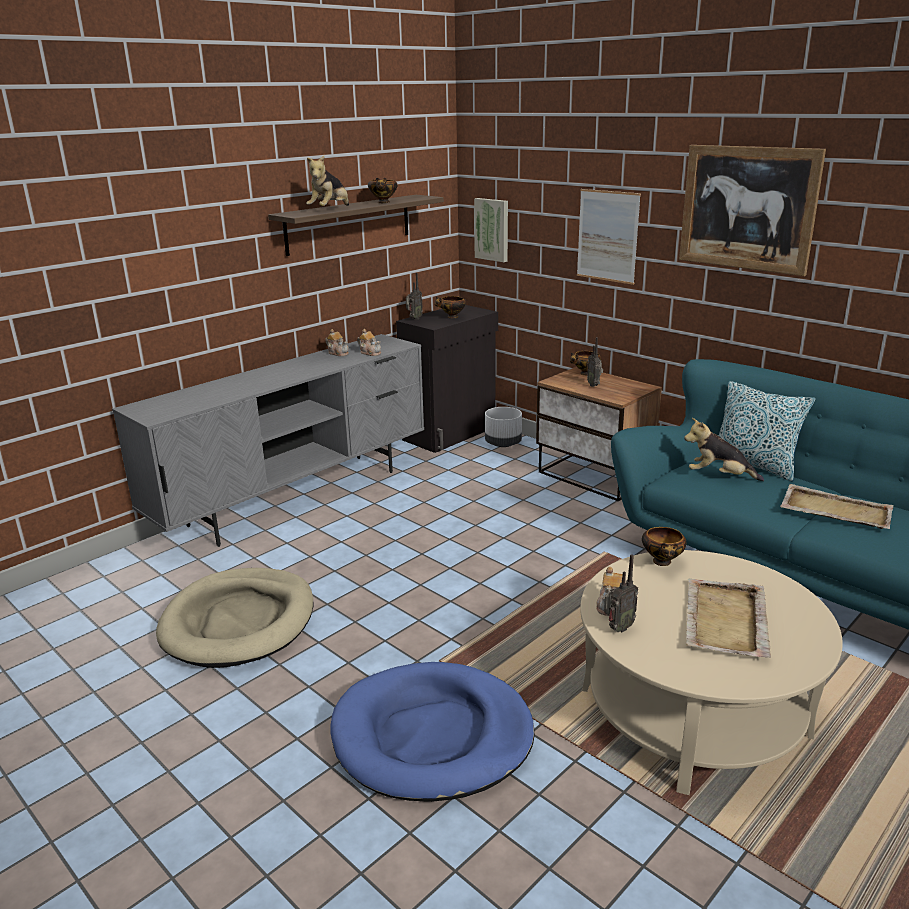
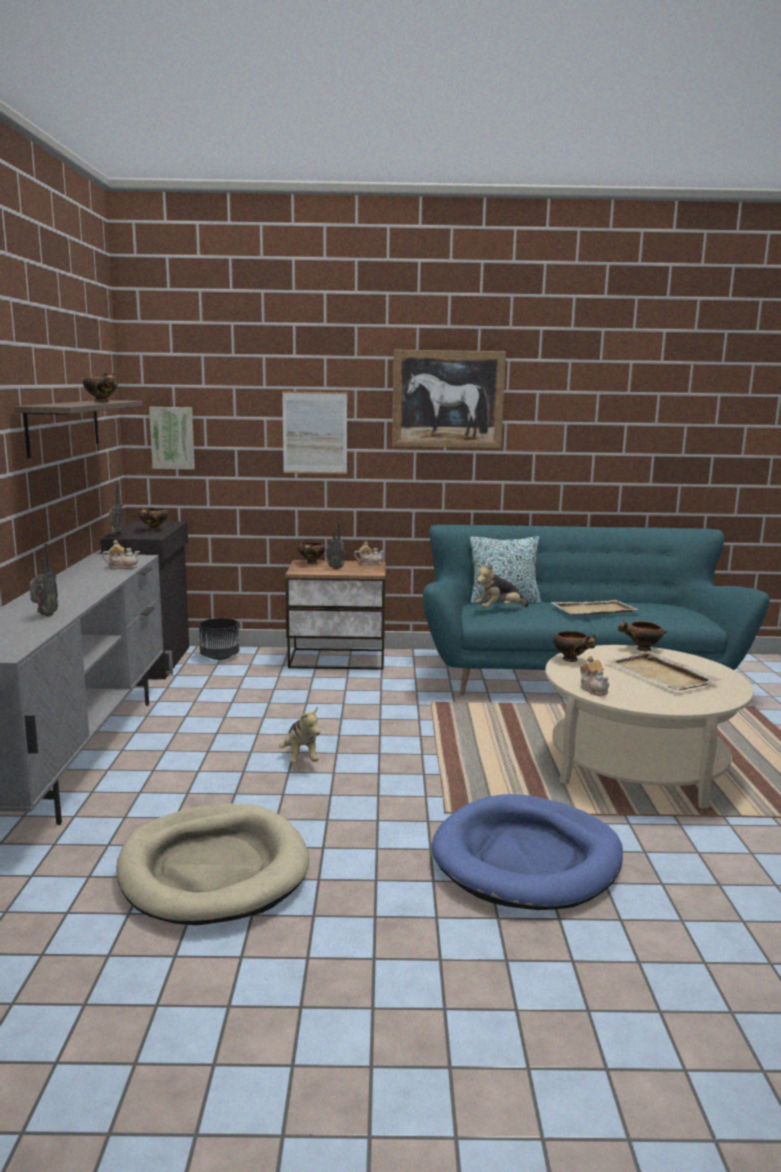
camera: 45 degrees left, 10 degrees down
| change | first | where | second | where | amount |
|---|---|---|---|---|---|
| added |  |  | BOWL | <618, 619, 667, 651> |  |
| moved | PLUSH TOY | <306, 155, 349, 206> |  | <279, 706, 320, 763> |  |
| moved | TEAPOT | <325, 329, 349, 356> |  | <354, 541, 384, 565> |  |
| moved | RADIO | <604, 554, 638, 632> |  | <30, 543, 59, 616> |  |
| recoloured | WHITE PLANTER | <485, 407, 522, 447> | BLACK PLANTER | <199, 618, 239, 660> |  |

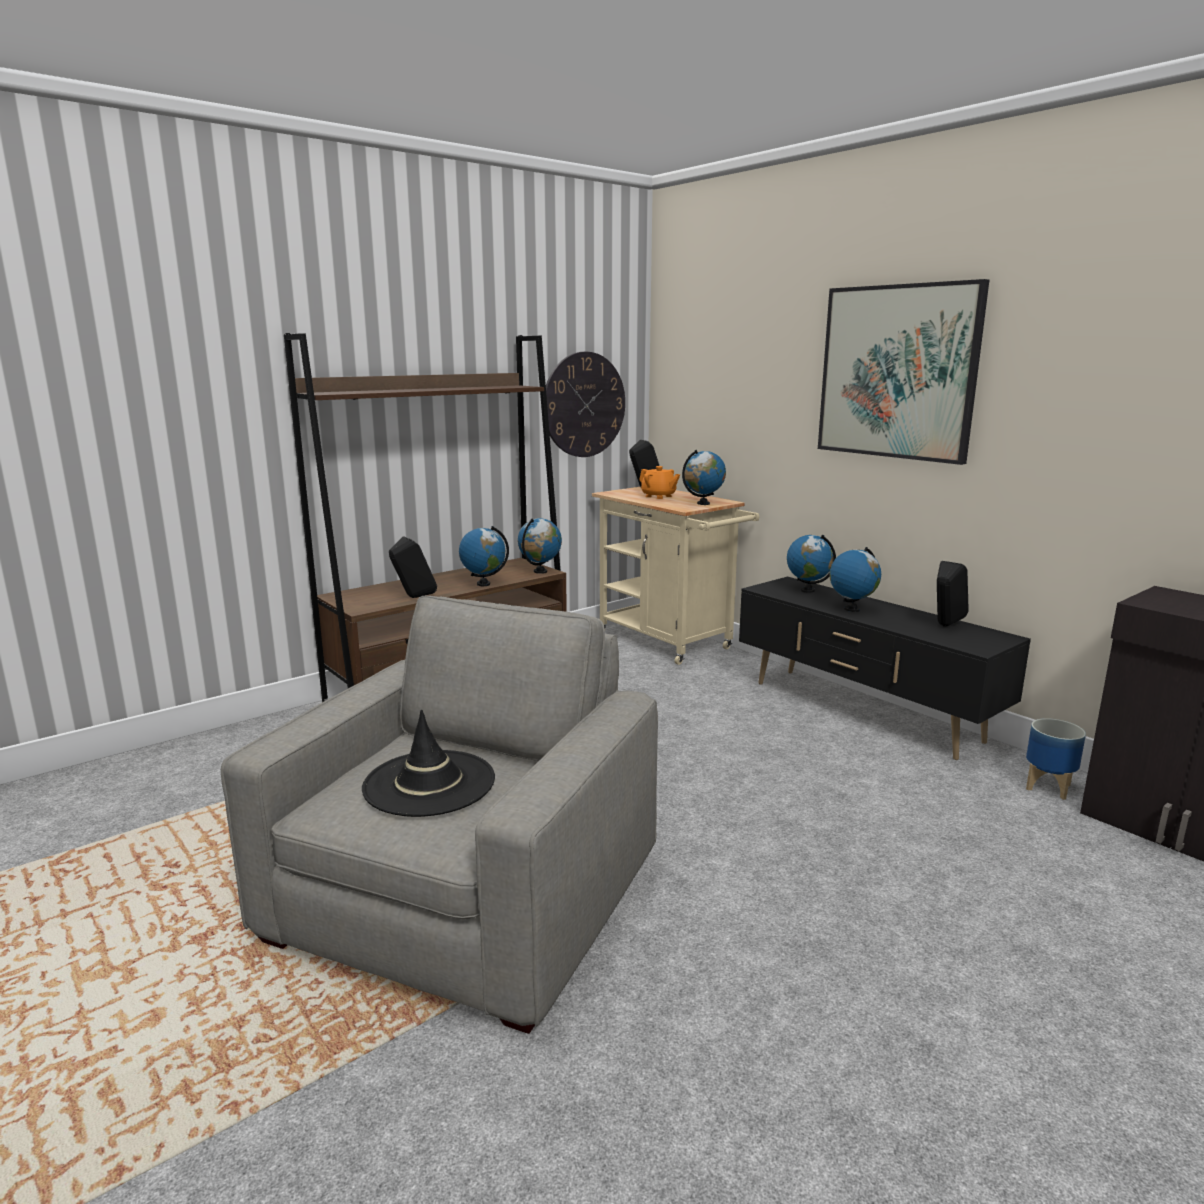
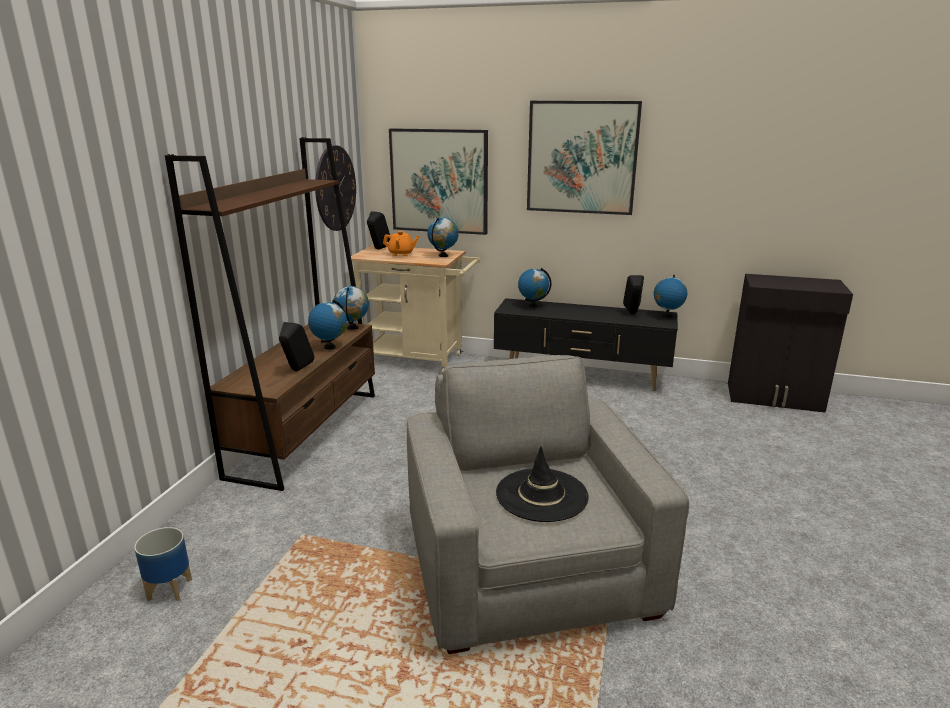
camera: 35 degrees left, 5 degrees up
| change | first | where | second | where | amount |
|---|---|---|---|---|---|
| added |  |  | PICTURE | <389, 128, 488, 235> |  |
| moved | GLOBE | <829, 547, 881, 612> |  | <654, 275, 687, 318> |  |
| moved | PLANTER | <1026, 718, 1086, 800> |  | <134, 527, 192, 601> |  |

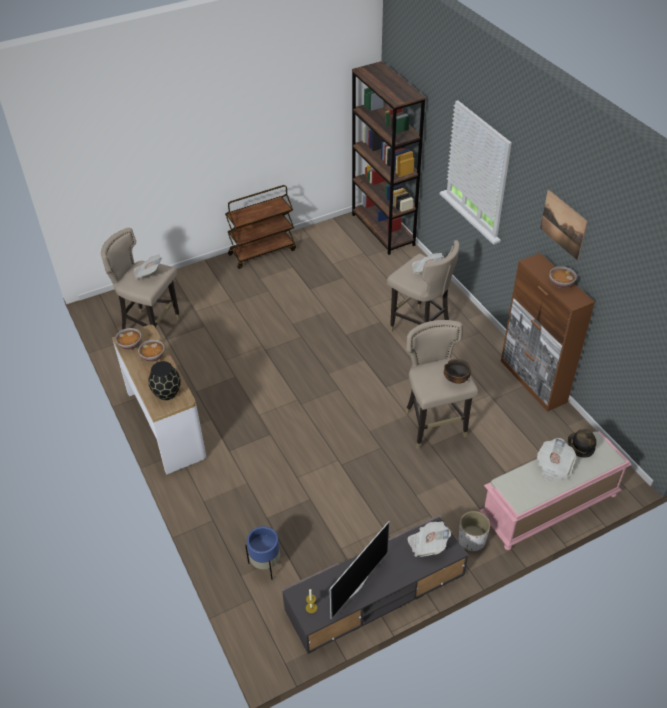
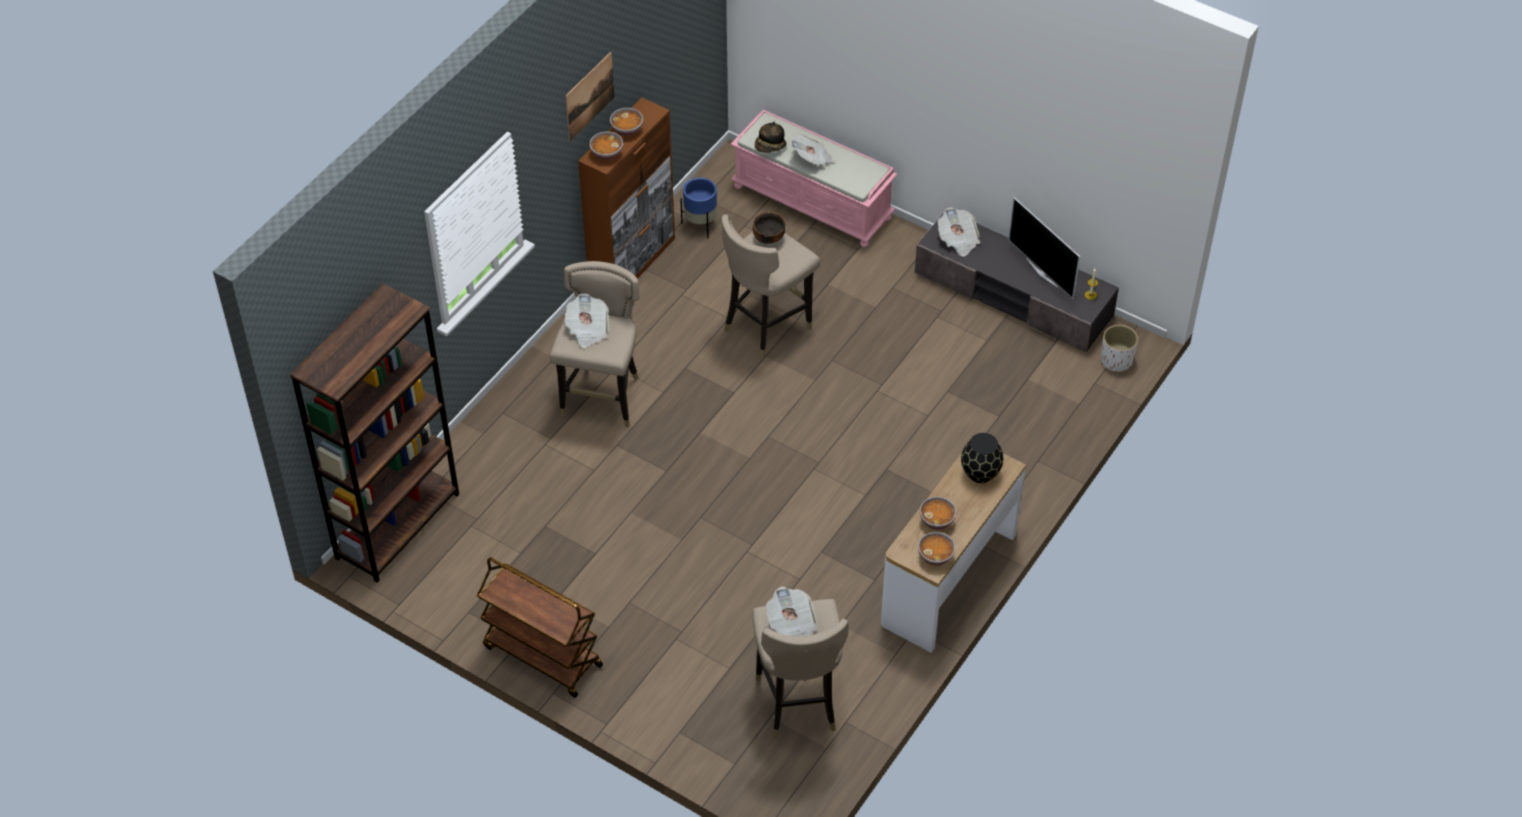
camera: 120 degrees left, 5 degrees up
| change | first | where | second | where | amount |
|---|---|---|---|---|---|
| added |  |  | BOWL | <589, 131, 623, 160> |  |
| moved | BLUE PLANTER | <245, 526, 280, 579> |  | <680, 177, 717, 238> |  |
| moved | WHITE PLANTER | <459, 511, 490, 551> |  | <1101, 325, 1138, 373> |  |
| turned | TELEVISION | <330, 521, 390, 619> |  | <1009, 197, 1080, 299> | 135 degrees counterclockwise |

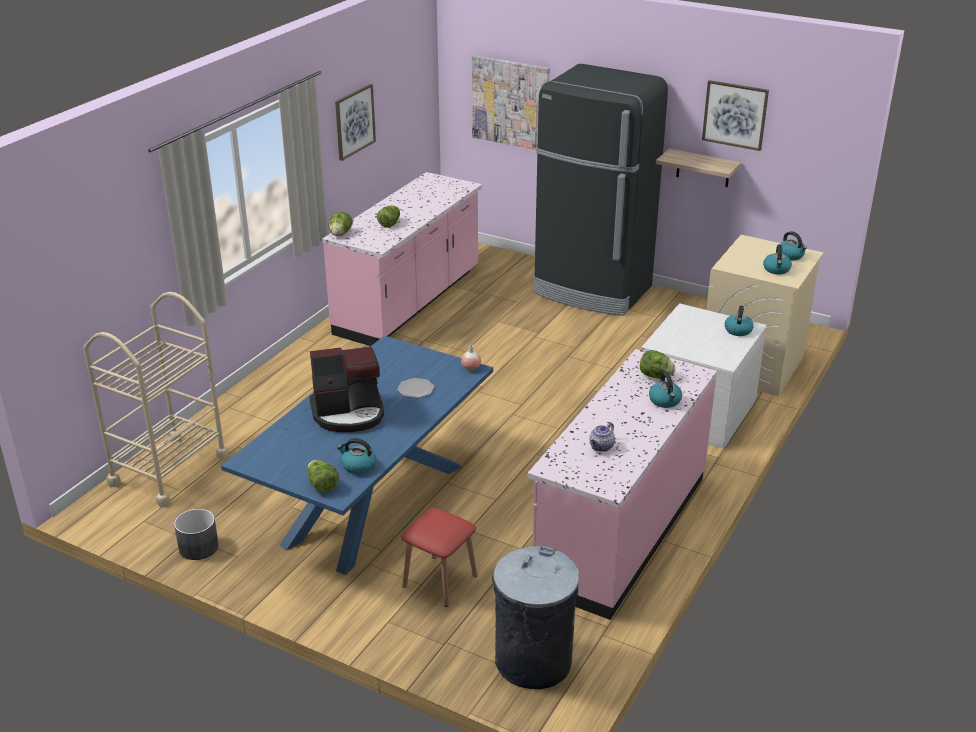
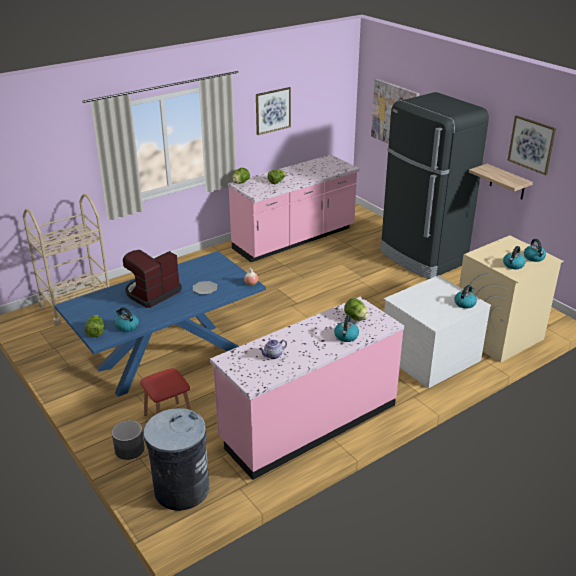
camera: 25 degrees right, 0 degrees up
| change | first | where | second | where | amount |
|---|---|---|---|---|---|
| moved | GREY PLANTER | <174, 509, 219, 560> |  | <112, 420, 145, 460> |  |
| turned | COFFEE MACHINE | <309, 346, 384, 432> |  | <123, 250, 182, 308> | 120 degrees clockwise |

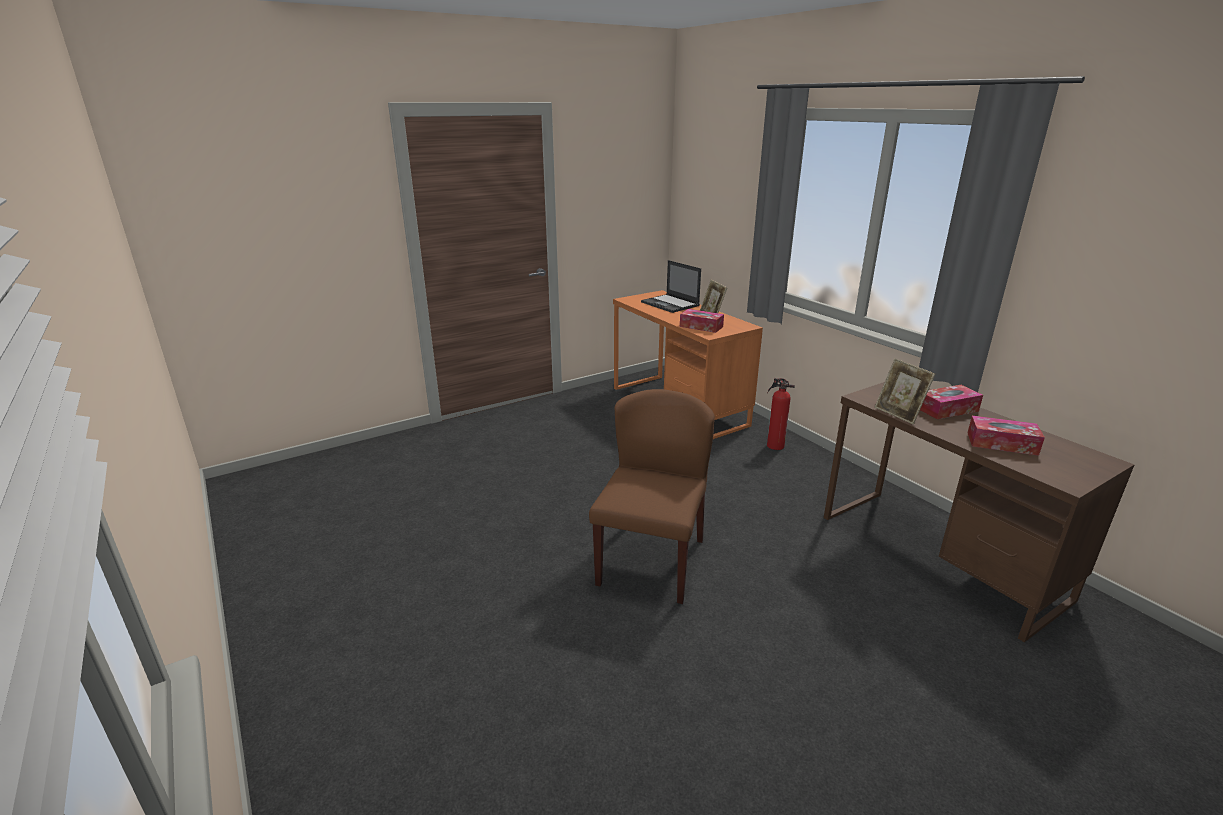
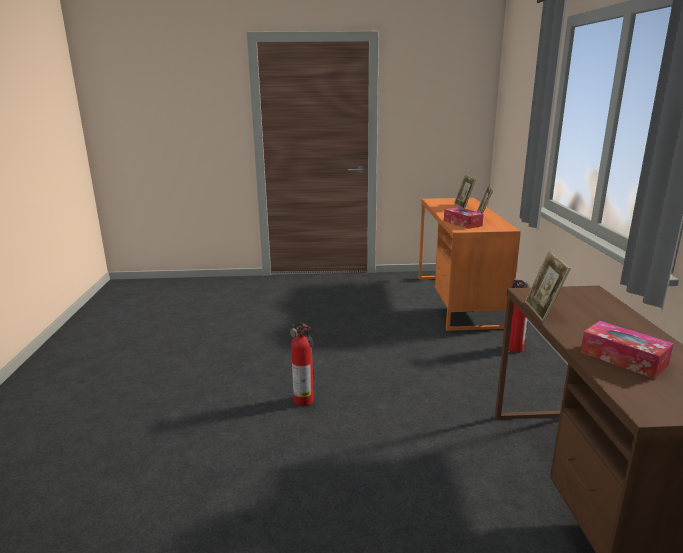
camera: 30 degrees right, 5 degrees down
| change | first | where | second | where | amount |
|---|---|---|---|---|---|
| removed | TISSUE BOX | <920, 385, 983, 419> |  |  |  |
| replaced | BROWN CHAIR | <589, 389, 715, 604> | FIRE EXTINGUISHER | <290, 322, 314, 406> |  |
| replaced | LAPTOP | <641, 260, 701, 313> | PICTURE FRAME | <454, 174, 476, 209> |  |

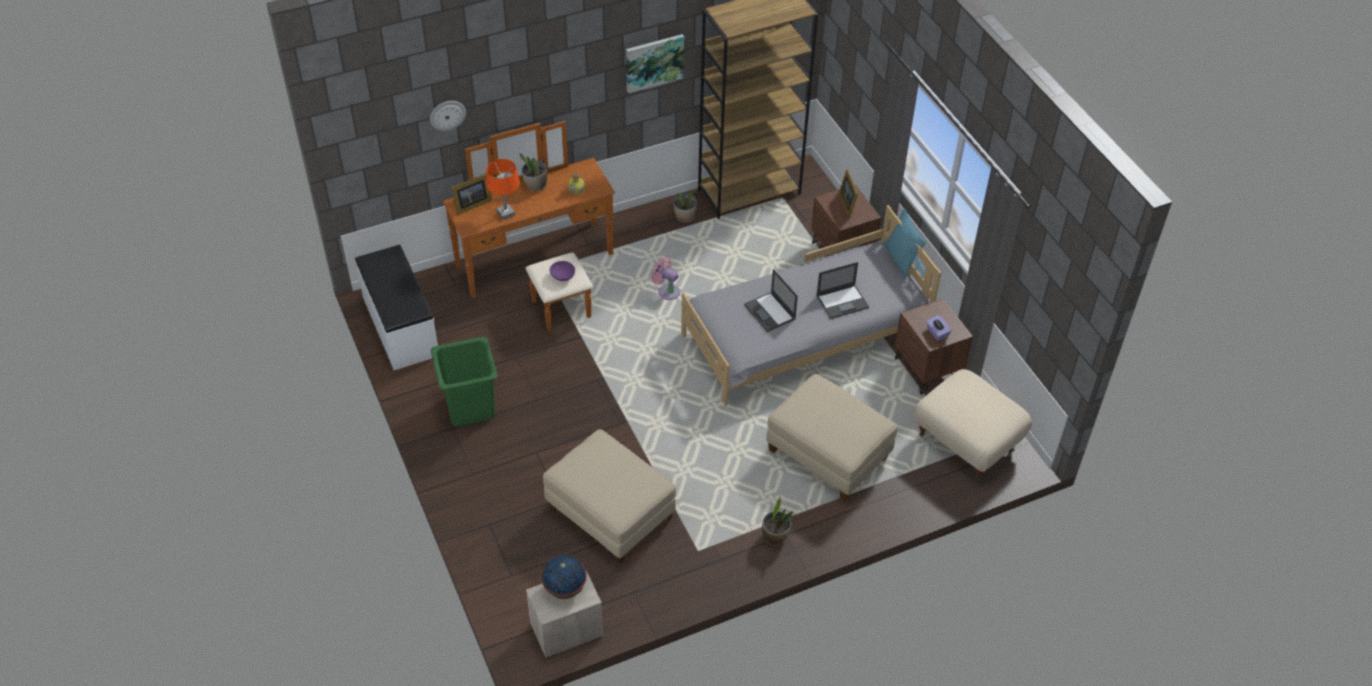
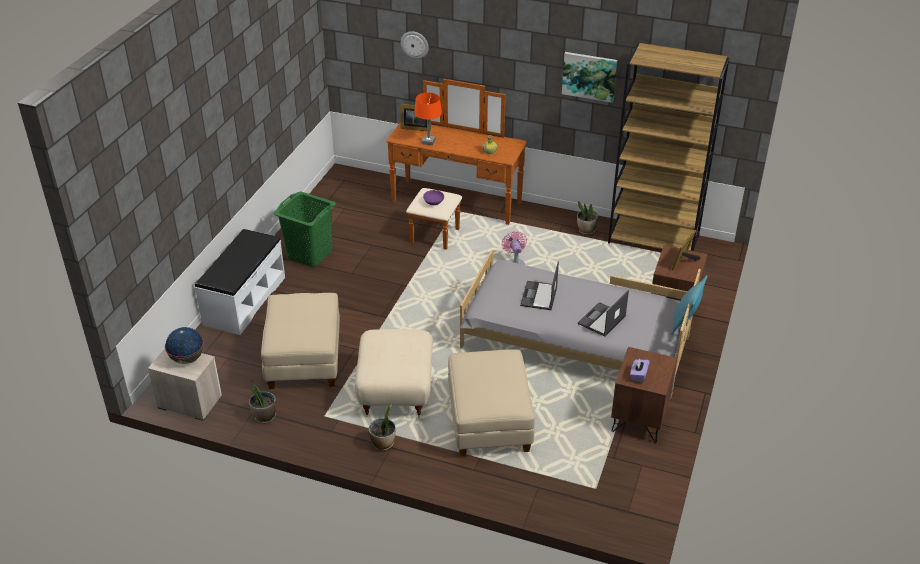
camera: 45 degrees right, 10 degrees down
| change | first | where | second | where | amount |
|---|---|---|---|---|---|
| moved | WHITE BENCH | <355, 245, 438, 370> |  | <195, 229, 285, 335> |  |
| moved | POTTED PLANT | <520, 153, 547, 192> |  | <249, 379, 276, 424> |  |
| moved | BEIGE OTTOMAN | <915, 369, 1032, 481> |  | <355, 329, 433, 418> |  |
| turned | LAPTOP | <816, 262, 869, 319> |  | <578, 290, 629, 337> | 105 degrees clockwise |

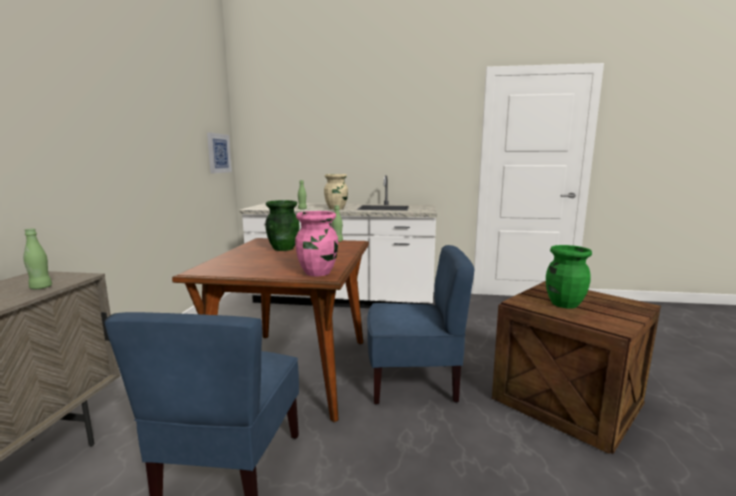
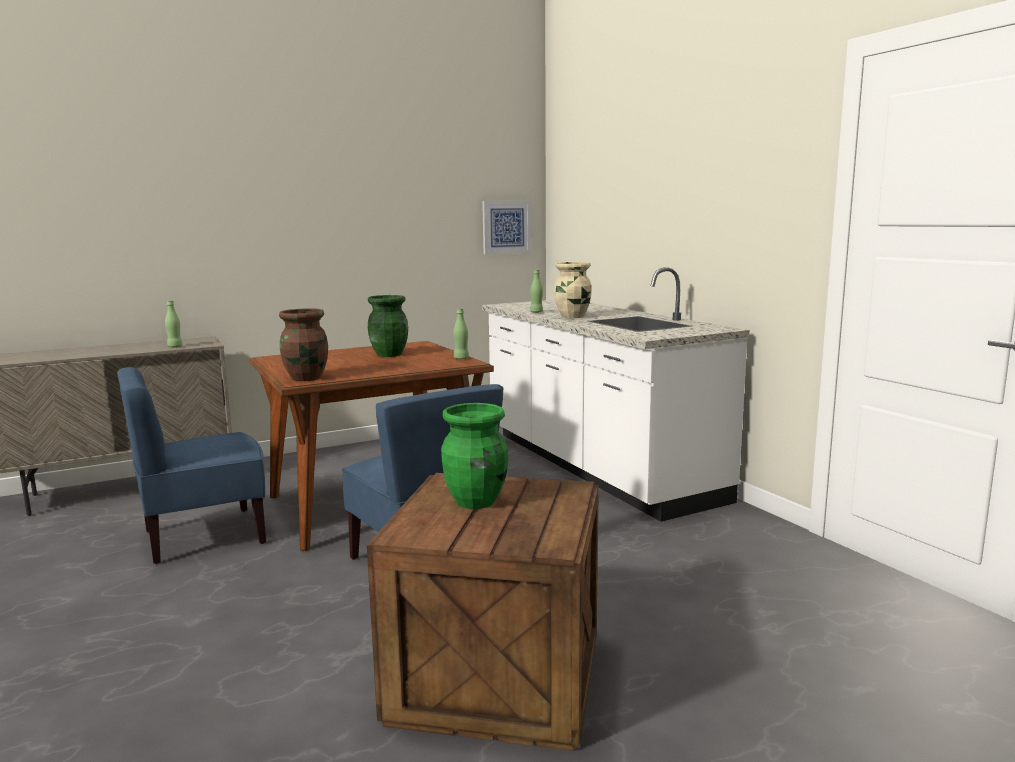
camera: 55 degrees right, 0 degrees up
| change | first | where | second | where | amount |
|---|---|---|---|---|---|
| recoloured | PINK VASE | <295, 211, 338, 276> | BROWN VASE | <279, 308, 328, 381> |  |

